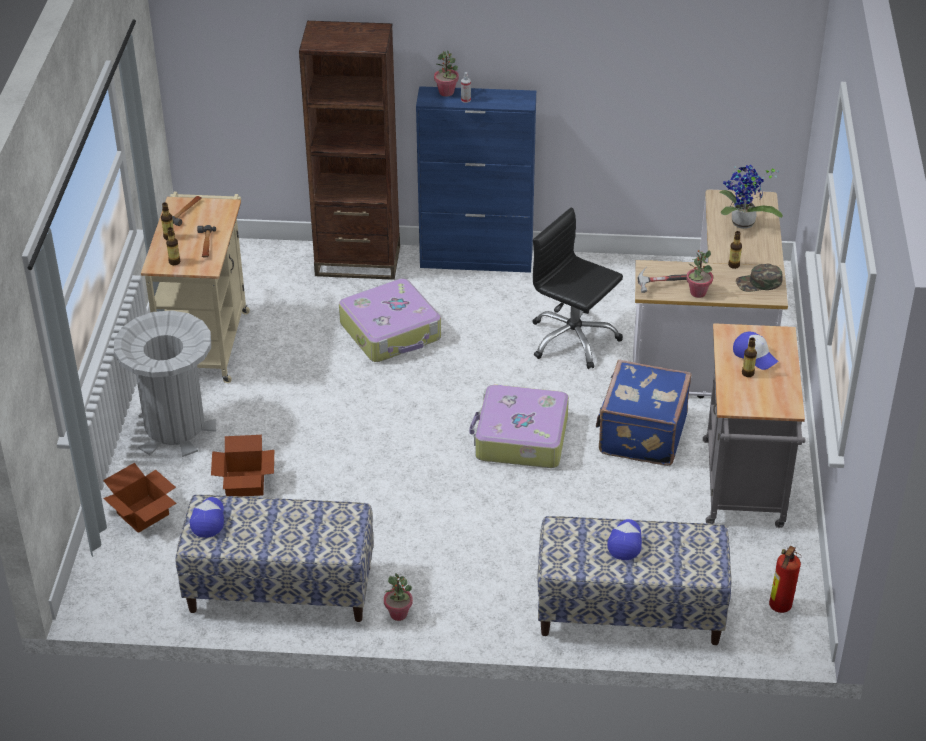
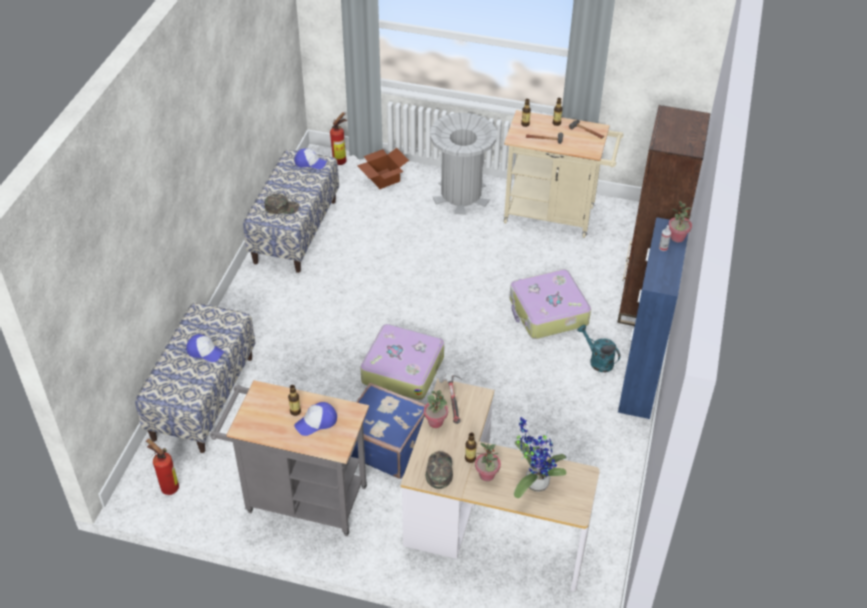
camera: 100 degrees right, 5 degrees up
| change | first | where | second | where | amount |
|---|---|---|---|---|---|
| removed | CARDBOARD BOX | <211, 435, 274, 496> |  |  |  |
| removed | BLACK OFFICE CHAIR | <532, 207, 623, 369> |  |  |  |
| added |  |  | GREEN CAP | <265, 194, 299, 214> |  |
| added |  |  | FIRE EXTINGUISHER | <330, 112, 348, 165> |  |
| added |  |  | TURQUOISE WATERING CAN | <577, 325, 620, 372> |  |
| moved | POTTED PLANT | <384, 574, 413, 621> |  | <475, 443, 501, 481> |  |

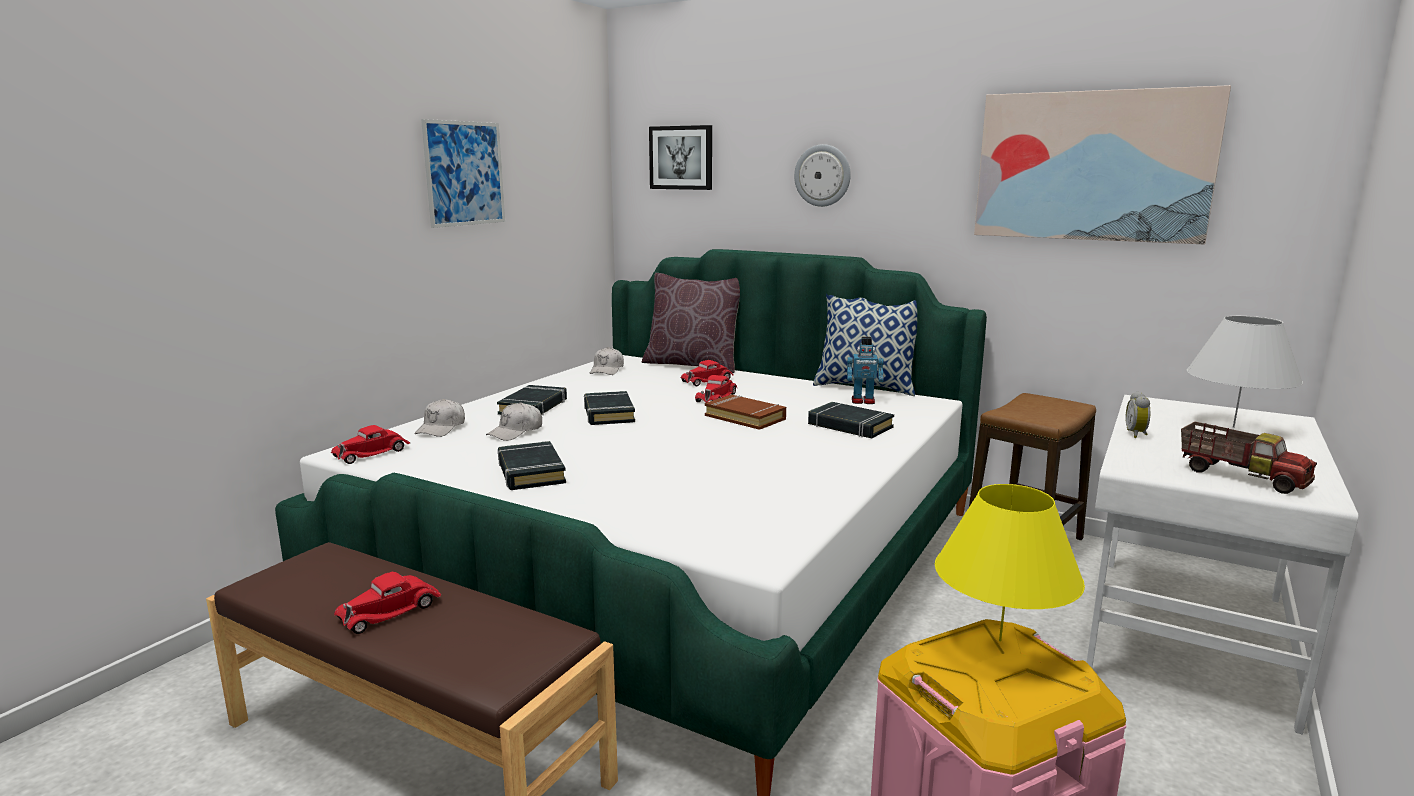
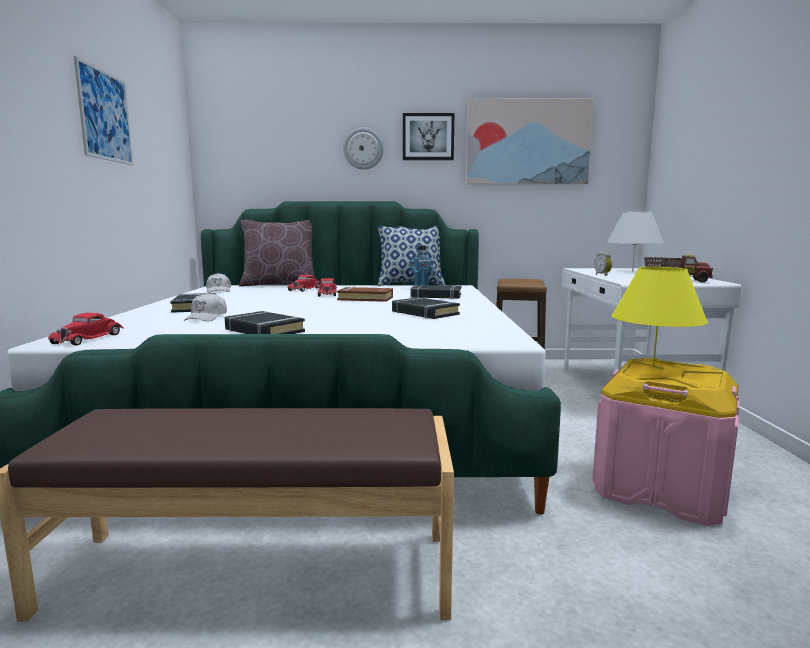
camera: 30 degrees left, 5 degrees down
| change | first | where | second | where | amount |
|---|---|---|---|---|---|
| removed | RED TOY CAR | <334, 572, 441, 634> |  |  |  |
| removed | WHITE CAP | <414, 399, 465, 437> |  |  |  |
| moved | BLACK BOOK | <584, 391, 635, 425> |  | <392, 297, 460, 319> |  |
| moved | PICTURE | <649, 125, 712, 190> |  | <403, 113, 455, 160> |  |

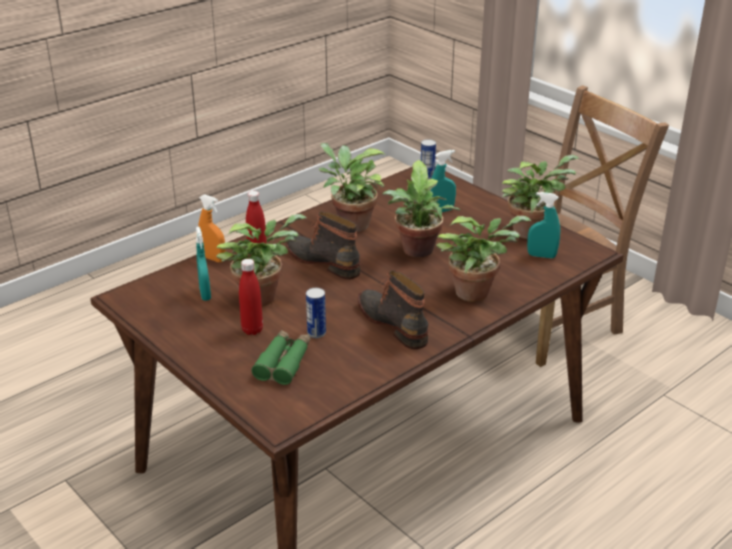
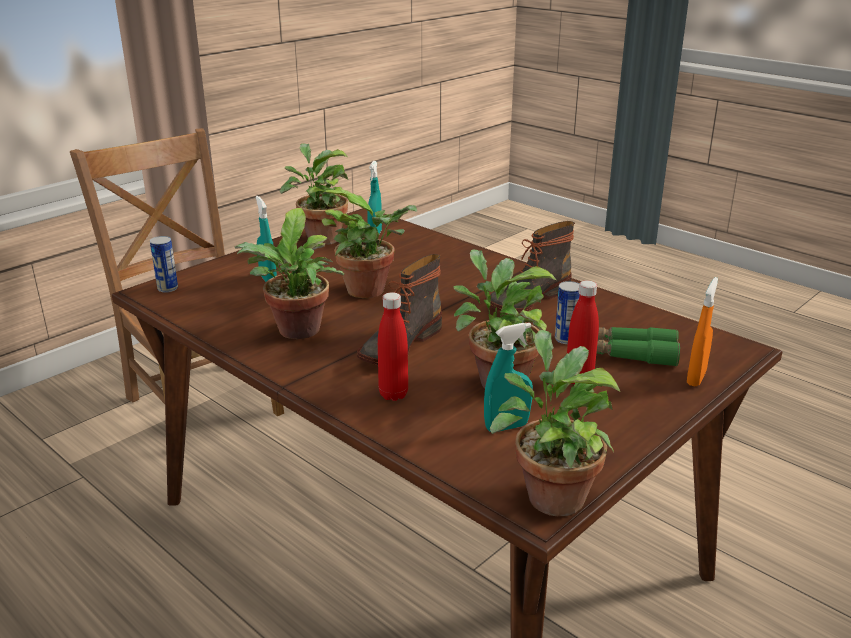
camera: 95 degrees left, 5 degrees down
| change | first | where | second | where | amount |
|---|---|---|---|---|---|
| moved | ORANGE SPRAY BOTTLE | <198, 194, 225, 262> |  | <687, 277, 718, 386> |  |
| moved | POTTED PLANT | <436, 216, 531, 302> |  | <490, 330, 620, 516> |  |

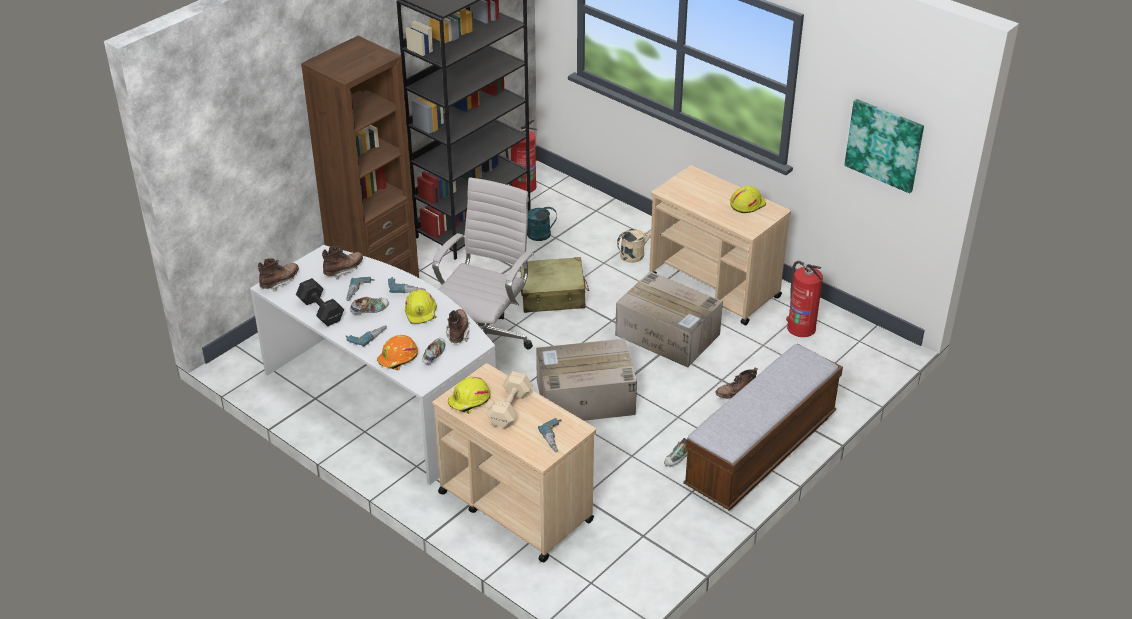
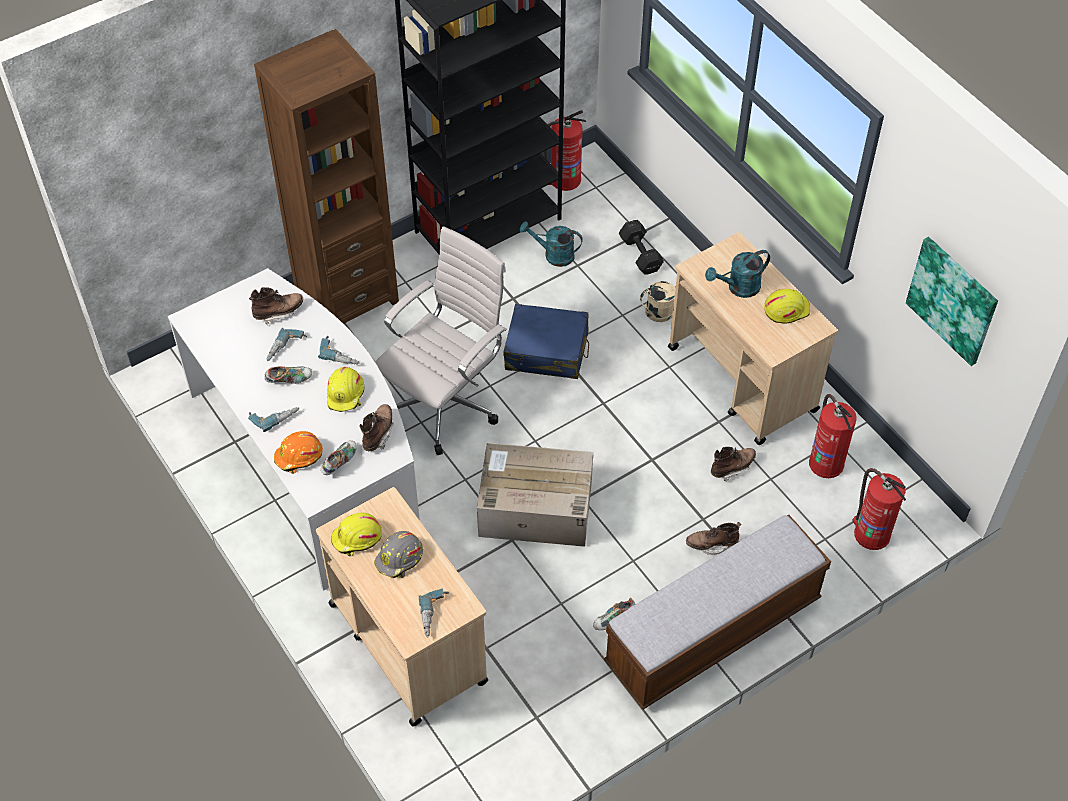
camera: 15 degrees right, 15 degrees up
| change | first | where | second | where | amount |
|---|---|---|---|---|---|
| removed | CARDBOARD BOX | <615, 271, 723, 368> |  |  |  |
| added |  |  | TURQUOISE WATERING CAN | <705, 250, 770, 298> |  |
| added |  |  | FIRE EXTINGUISHER | <852, 468, 906, 550> |  |
| moved | BROWN BOOT | <258, 258, 299, 292> |  | <711, 447, 756, 482> |  |
| moved | BLACK DUMBBELL | <296, 278, 344, 326> |  | <619, 220, 664, 274> |  |
| replaced | BEIGE DUMBBELL | <486, 371, 533, 428> | GREY HARD HAT | <374, 531, 423, 578> |  |
| recoloured | BEIGE SUITCASE | <520, 257, 589, 313> | BLUE SUITCASE | <504, 304, 589, 379> |  |

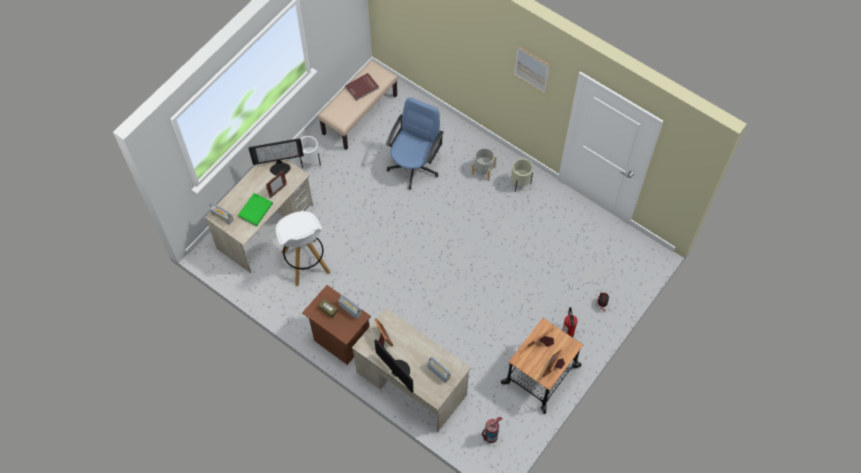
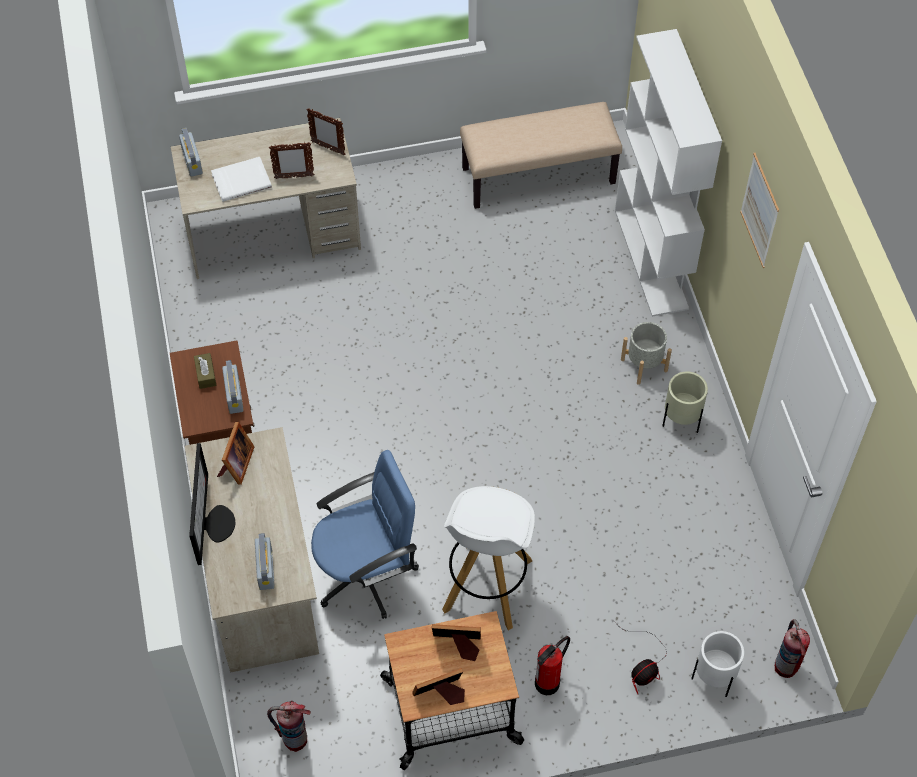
camera: 40 degrees right, 5 degrees down
| change | first | where | second | where | amount |
|---|---|---|---|---|---|
| removed | RED BOOK | <345, 73, 379, 101> |  |  |  |
| added |  |  | WHITE BOOKCASE | <615, 29, 722, 317> |  |
| added |  |  | FIRE EXTINGUISHER | <775, 619, 810, 678> |  |
| moved | WHITE STOOL | <276, 211, 331, 286> |  | <442, 486, 535, 630> |  |
| moved | WHITE PLANTER | <300, 136, 321, 168> |  | <691, 631, 744, 697> |  |
| moved | BLUE OFFICE CHAIR | <386, 97, 444, 190> |  | <311, 450, 419, 619> |  |
| replaced | MONITOR | <249, 138, 304, 175> | PICTURE FRAME | <306, 108, 345, 155> |  |
| recoloured | GREEN BOOK | <238, 193, 273, 226> | WHITE BOOK | <211, 157, 272, 202> |  |

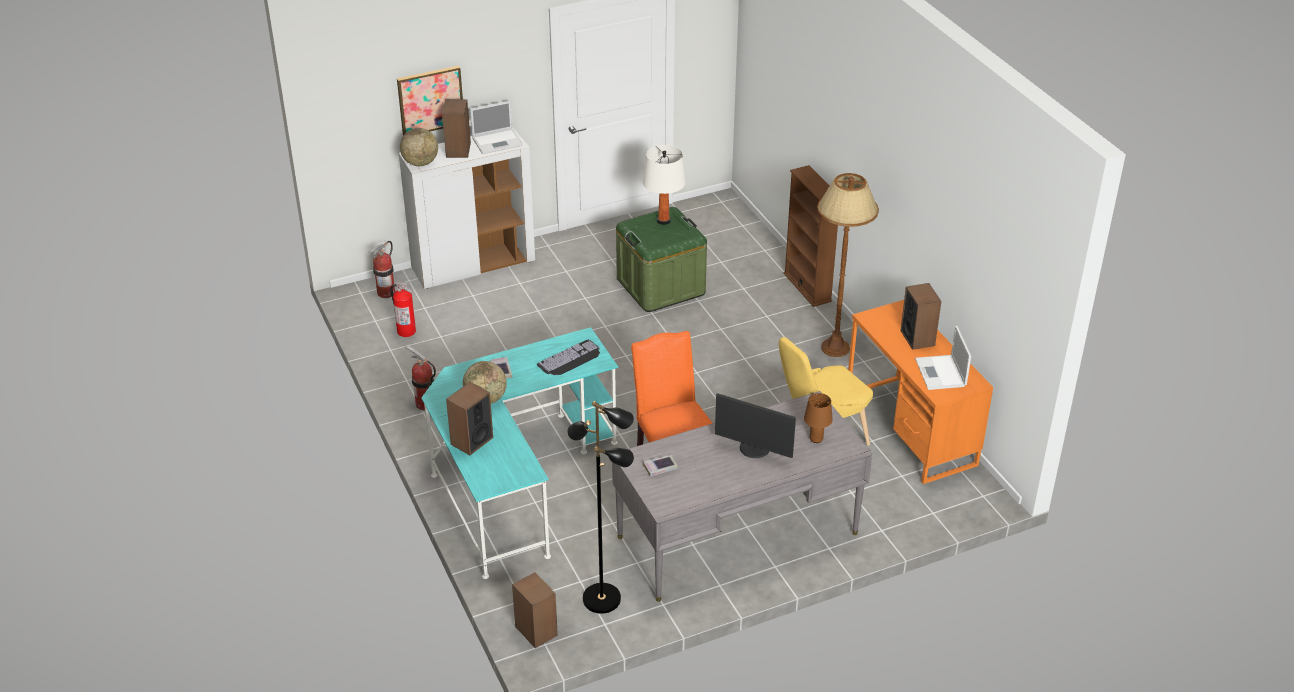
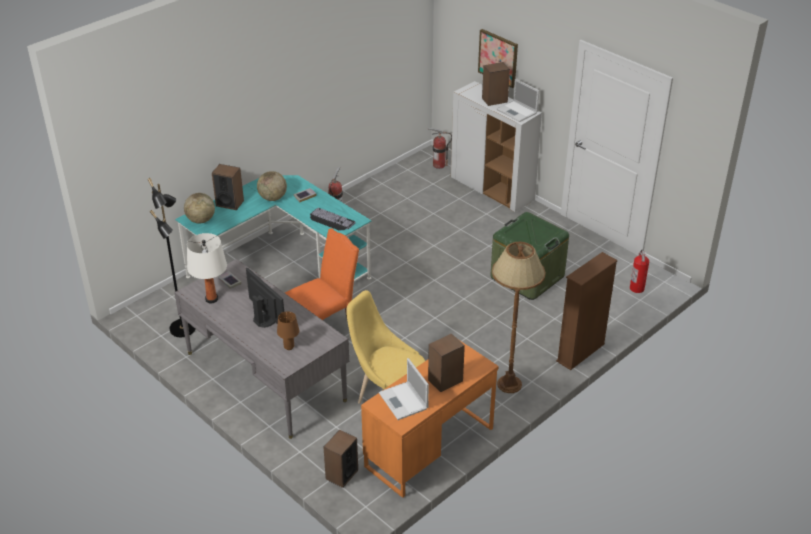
camera: 70 degrees right, 0 degrees up
| change | first | where | second | where | amount |
|---|---|---|---|---|---|
| moved | FIRE EXTINGUISHER | <390, 283, 416, 337> |  | <630, 250, 649, 293> |  |
| moved | GLOBE | <400, 128, 438, 166> |  | <184, 193, 215, 224> |  |
| moved | SPEAKER | <512, 572, 558, 648> |  | <324, 429, 358, 488> |  |
| moved | WHITE TABLE LAMP | <643, 145, 686, 225> |  | <187, 233, 227, 303> |  |
| turned | MONITOR | <715, 394, 796, 458> |  | <246, 268, 284, 328> | 135 degrees clockwise |
| turned | LAPTOP | <915, 326, 971, 390> |  | <379, 358, 429, 420> | 90 degrees counterclockwise |

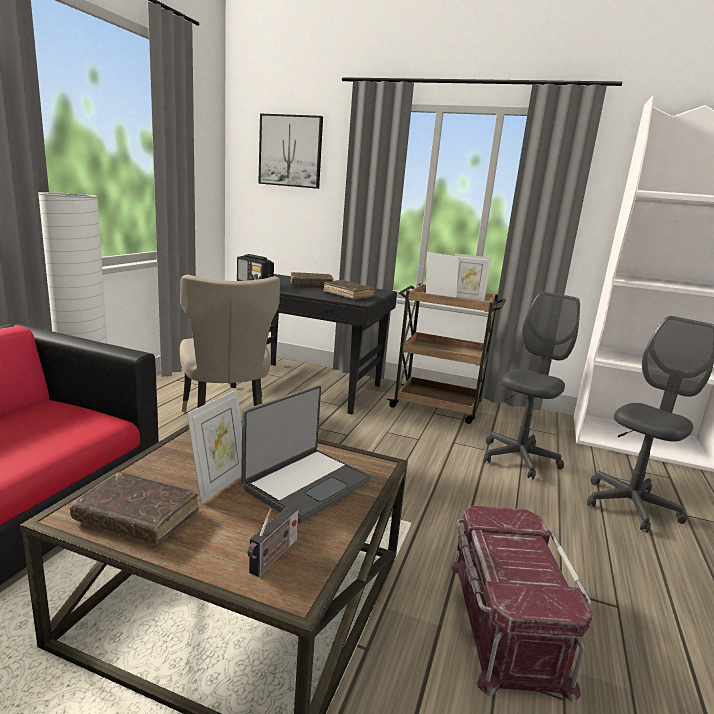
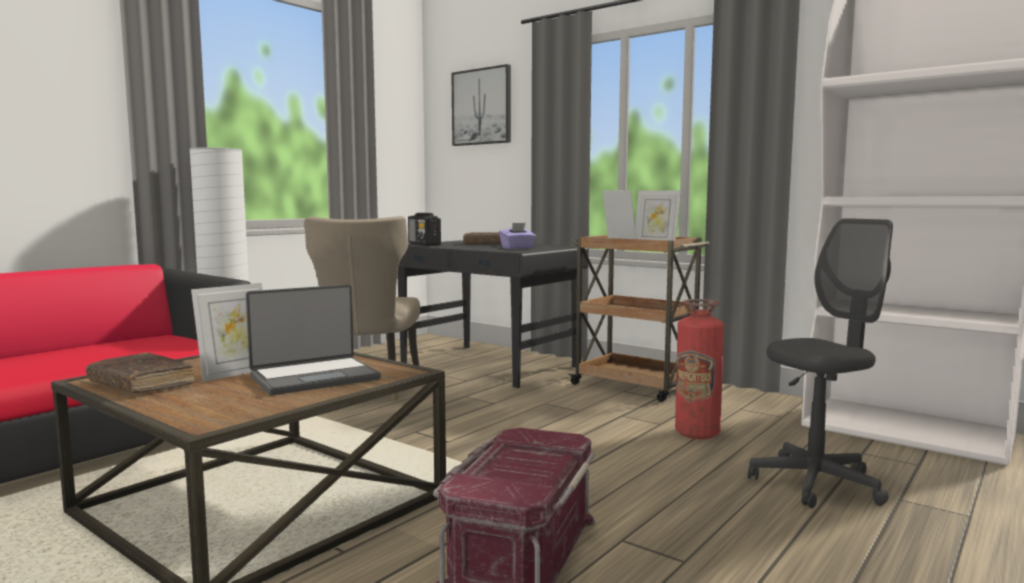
camera: 20 degrees right, 10 degrees down
| change | first | where | second | where | amount |
|---|---|---|---|---|---|
| removed | RADIO | <248, 505, 299, 577> |  |  |  |
| replaced | BROWN BOOK | <323, 280, 375, 300> | PURPLE TISSUE BOX | <499, 223, 536, 249> |  |
| replaced | GREY OFFICE CHAIR | <484, 292, 580, 479> | FIRE EXTINGUISHER | <675, 299, 724, 439> |  |

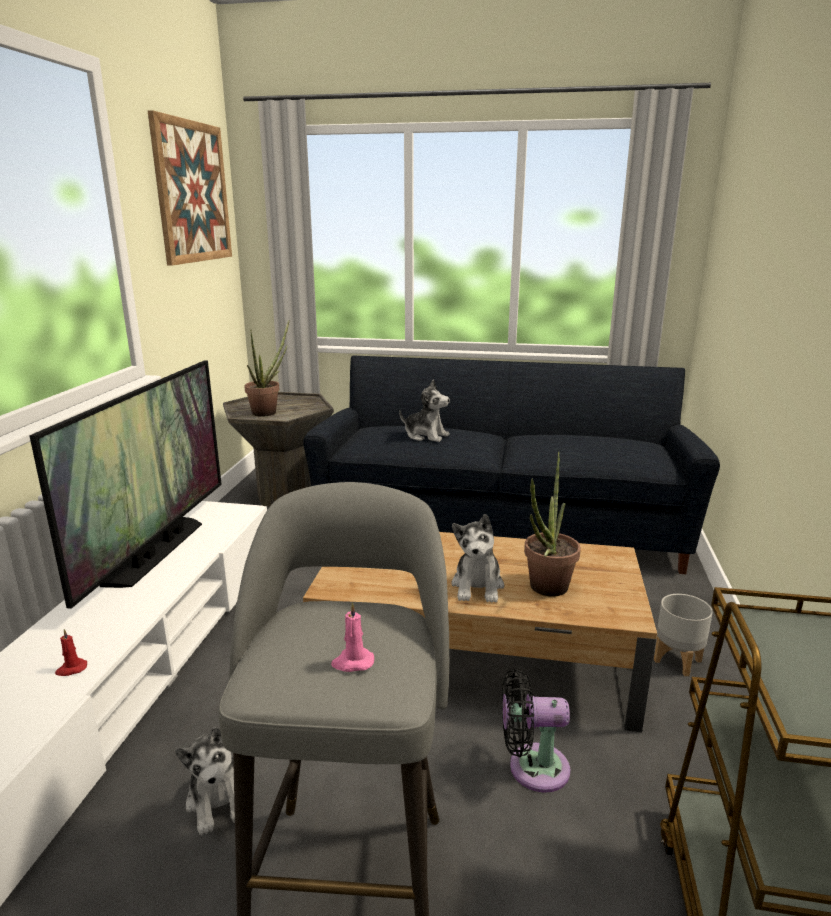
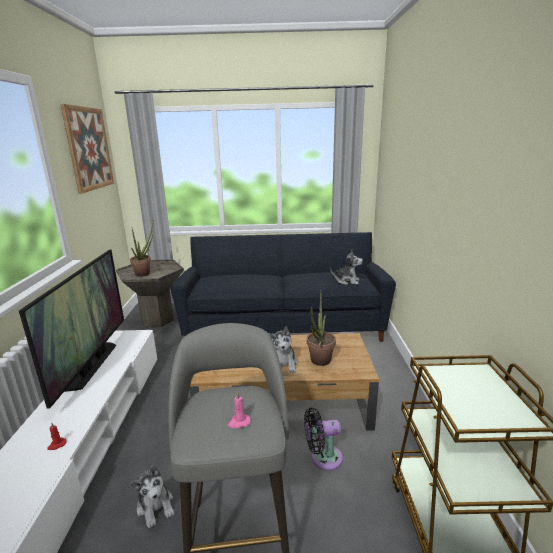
camera: 10 degrees left, 0 degrees up
| change | first | where | second | where | amount |
|---|---|---|---|---|---|
| removed | GREY PLANTER | <654, 594, 713, 676> |  |  |  |
| moved | PLUSH TOY | <399, 380, 450, 442> |  | <330, 250, 363, 285> |  |

